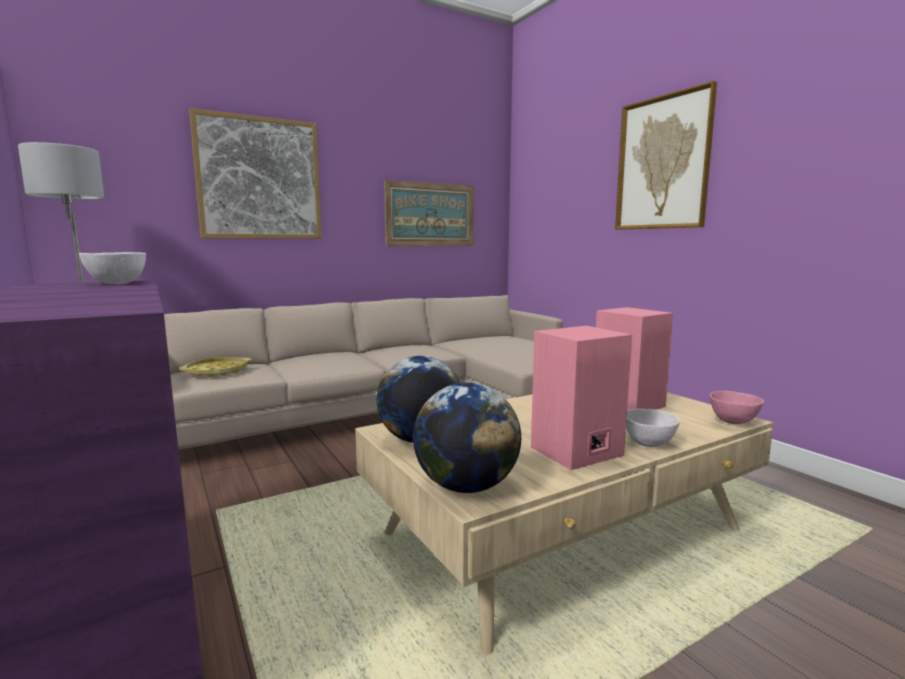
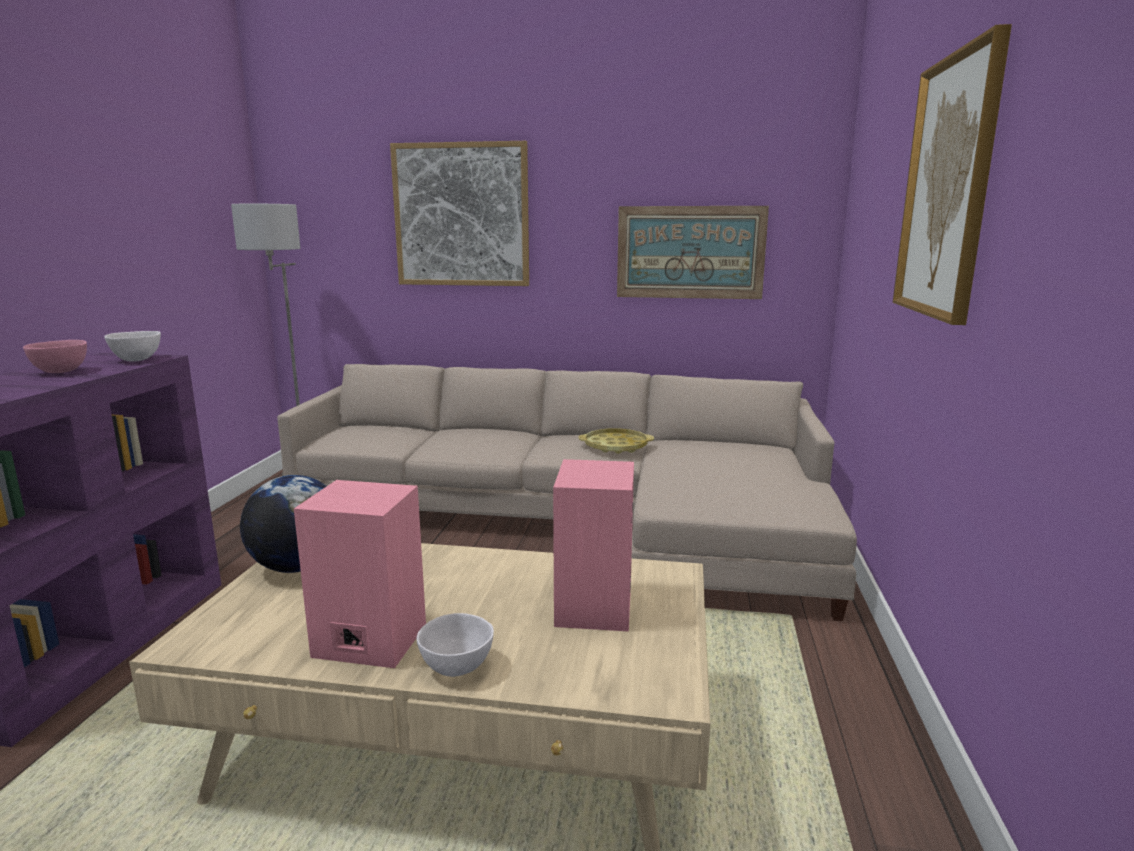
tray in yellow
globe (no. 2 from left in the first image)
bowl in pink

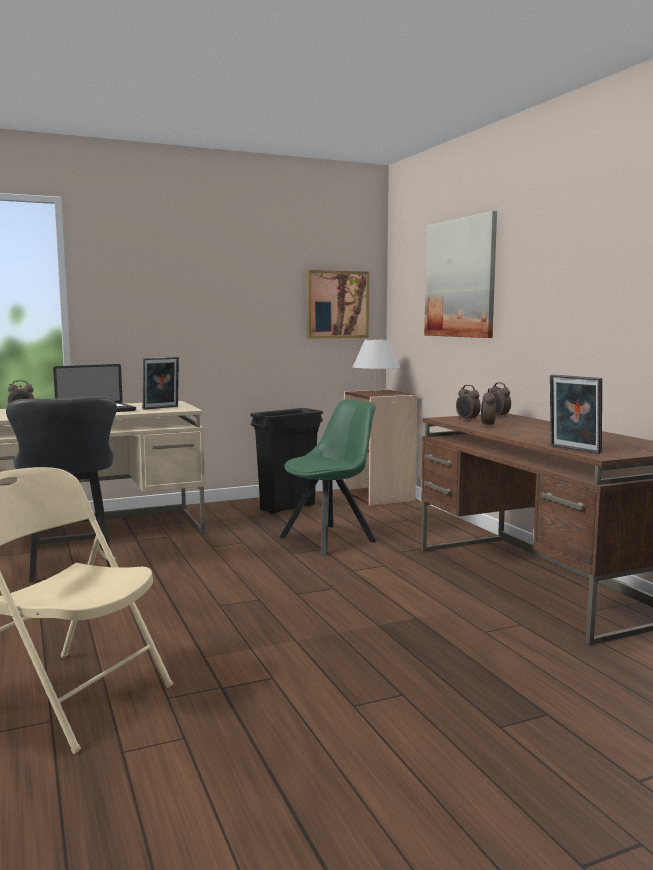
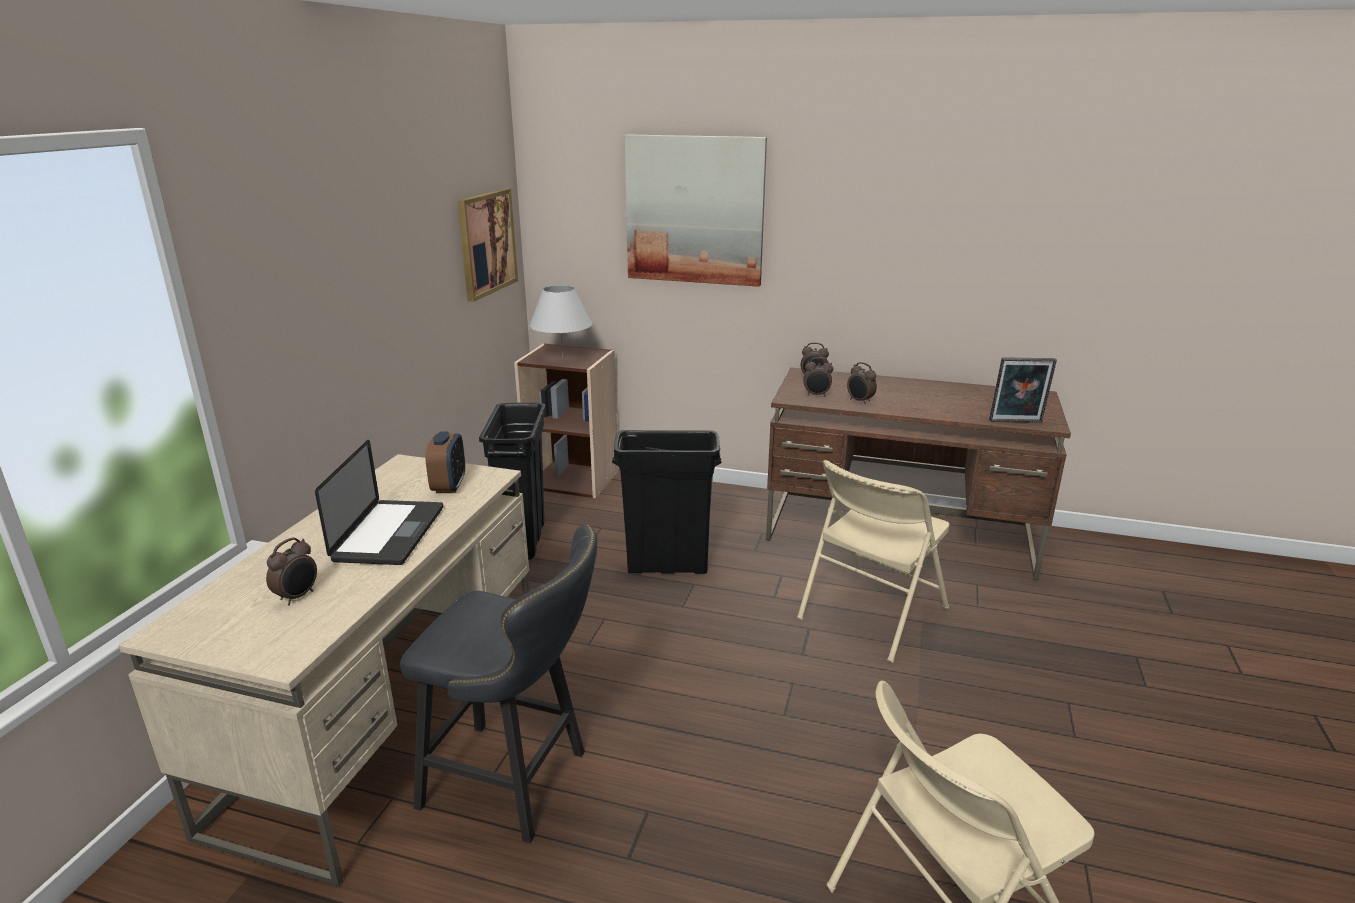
alarm clock (no. 2 from left)
trash can in black (no. 2 from left)
chair in beige (no. 1 from left)

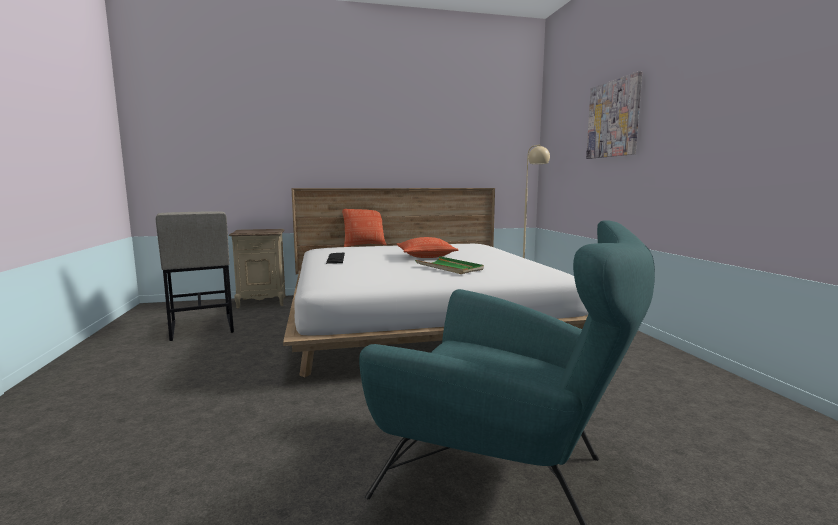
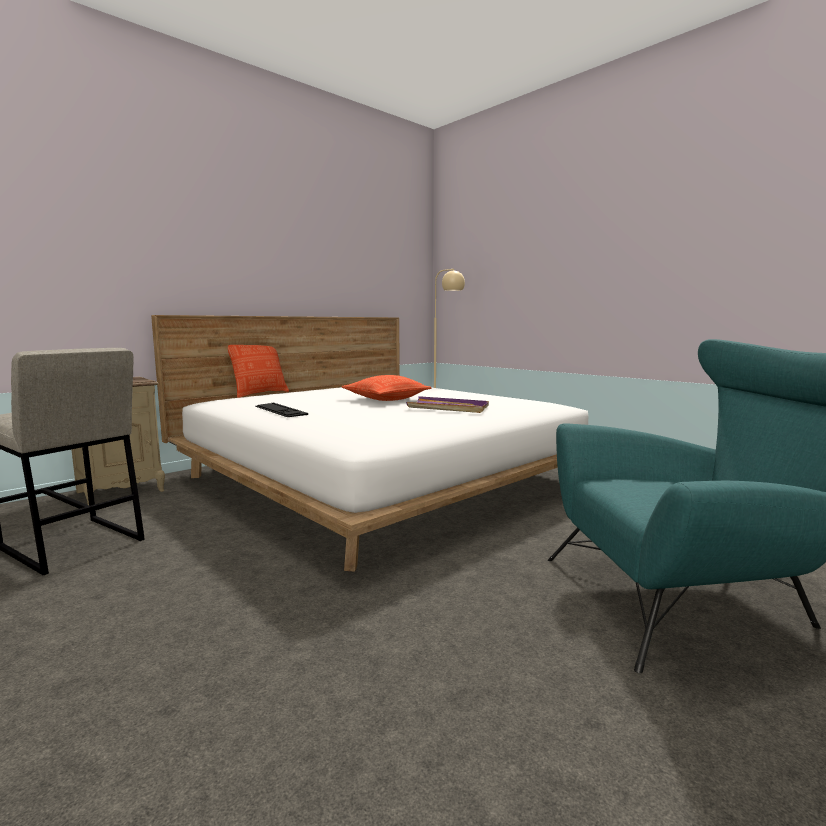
picture
tray in purple

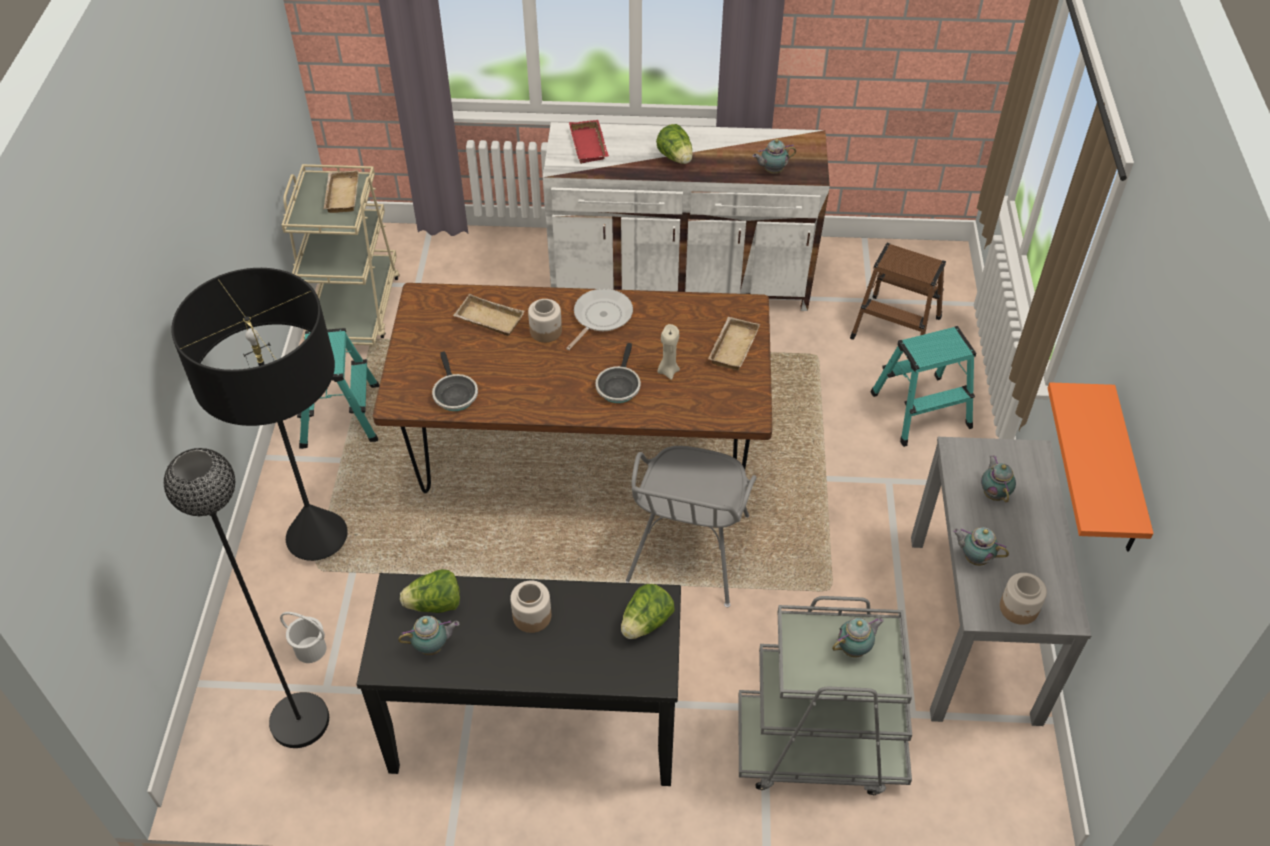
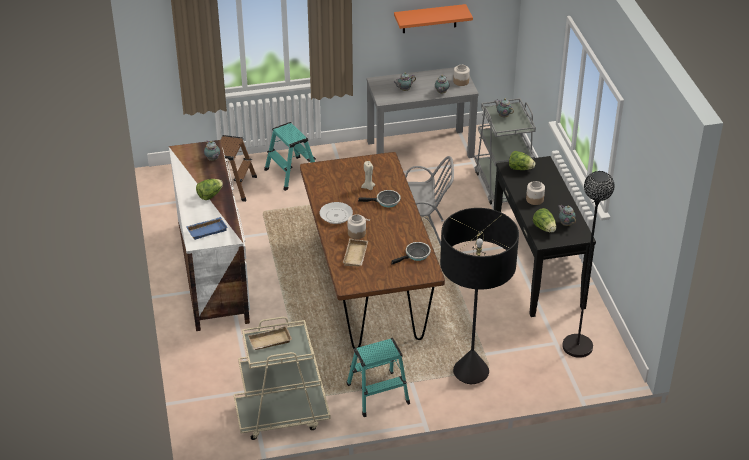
tray in blue
tray in beige (no. 3 from left in the first image)
bucket in white

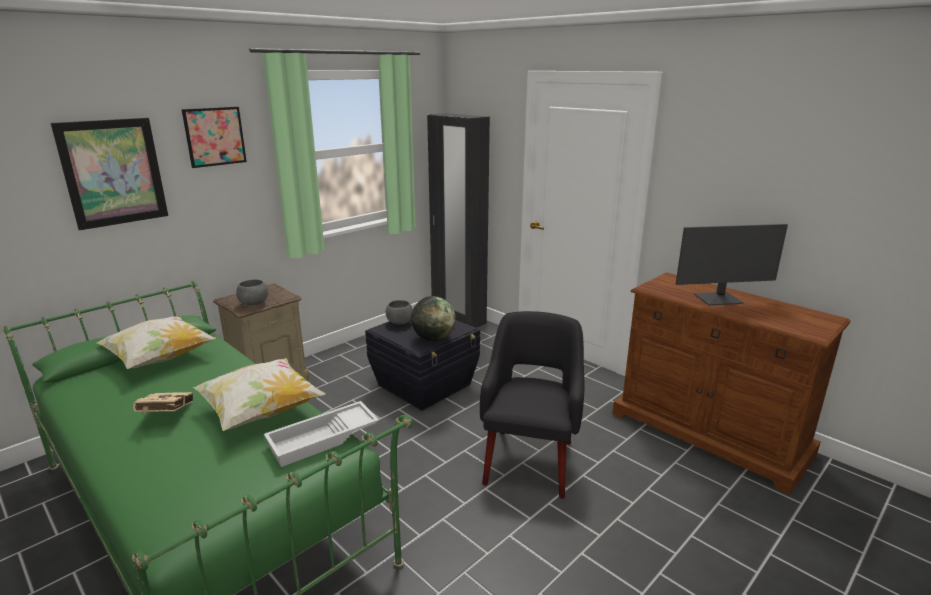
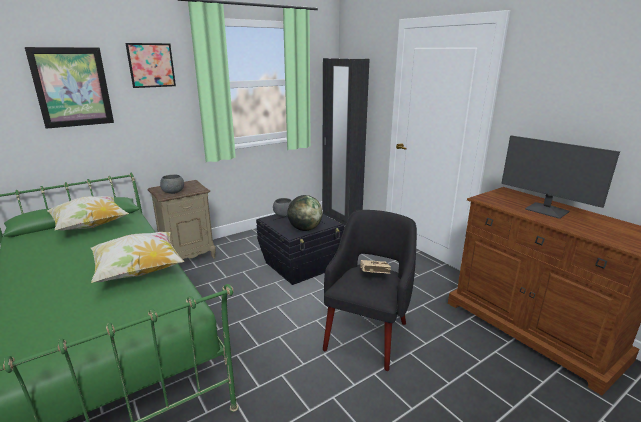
monitor
book in beige
tray in white

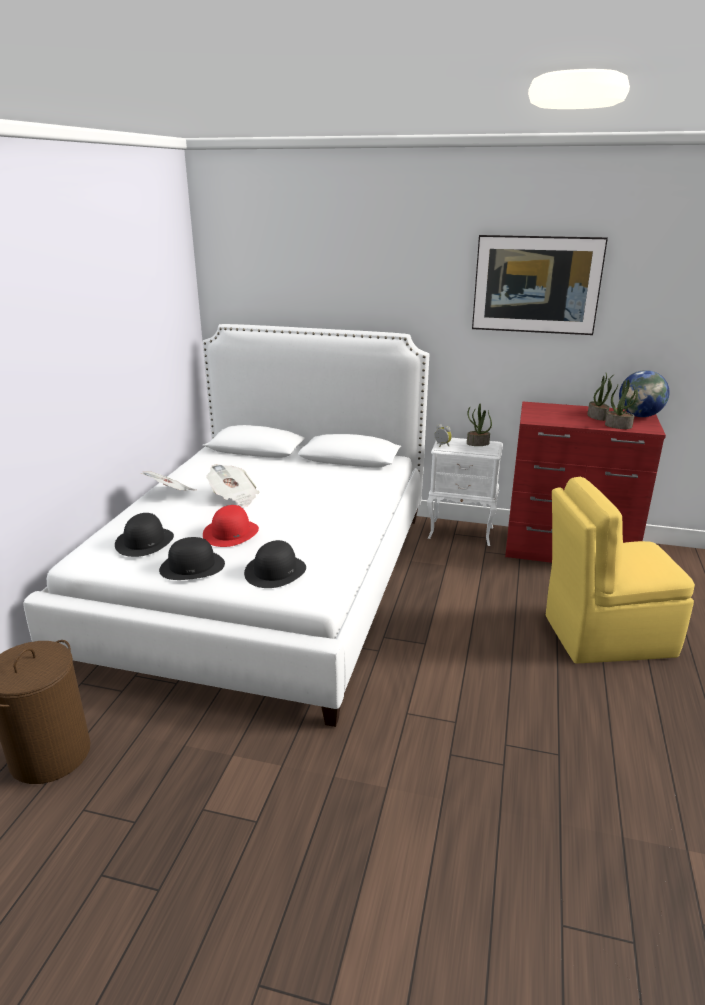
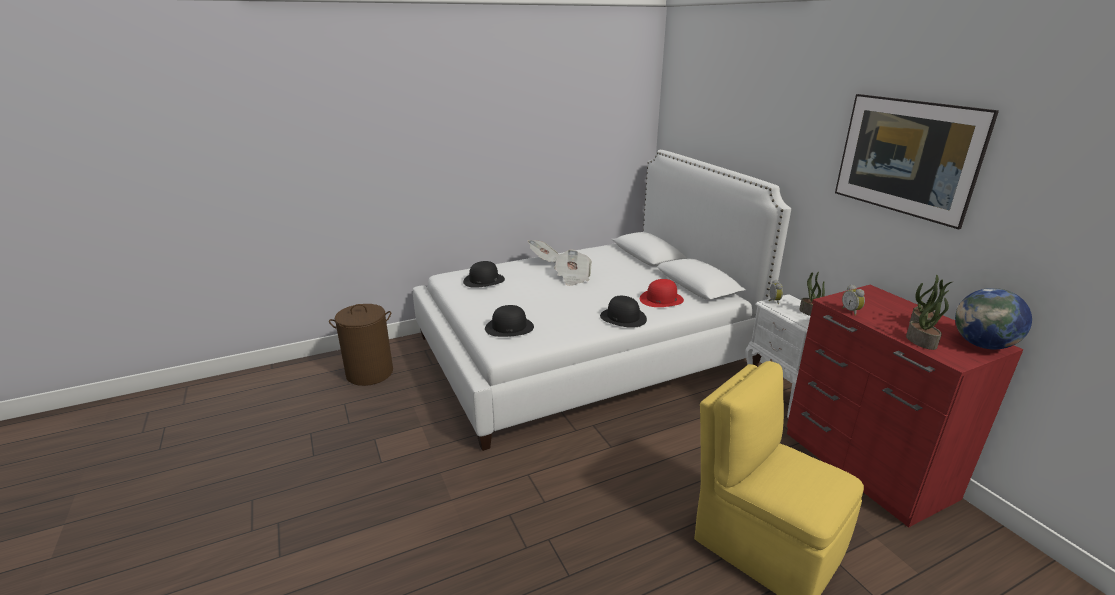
hat in red
hat in black (no. 3 from left)
alarm clock (no. 2 from left)

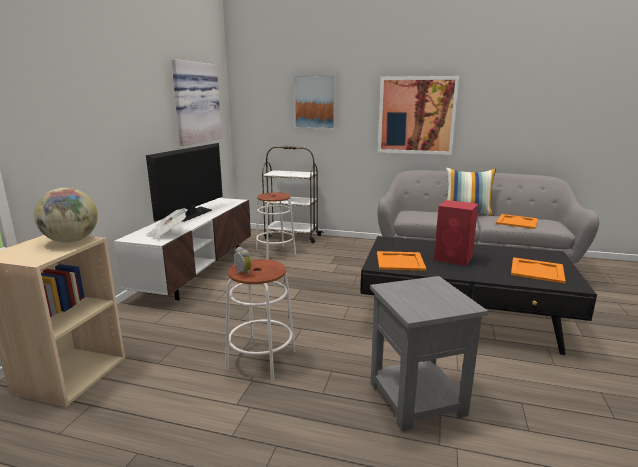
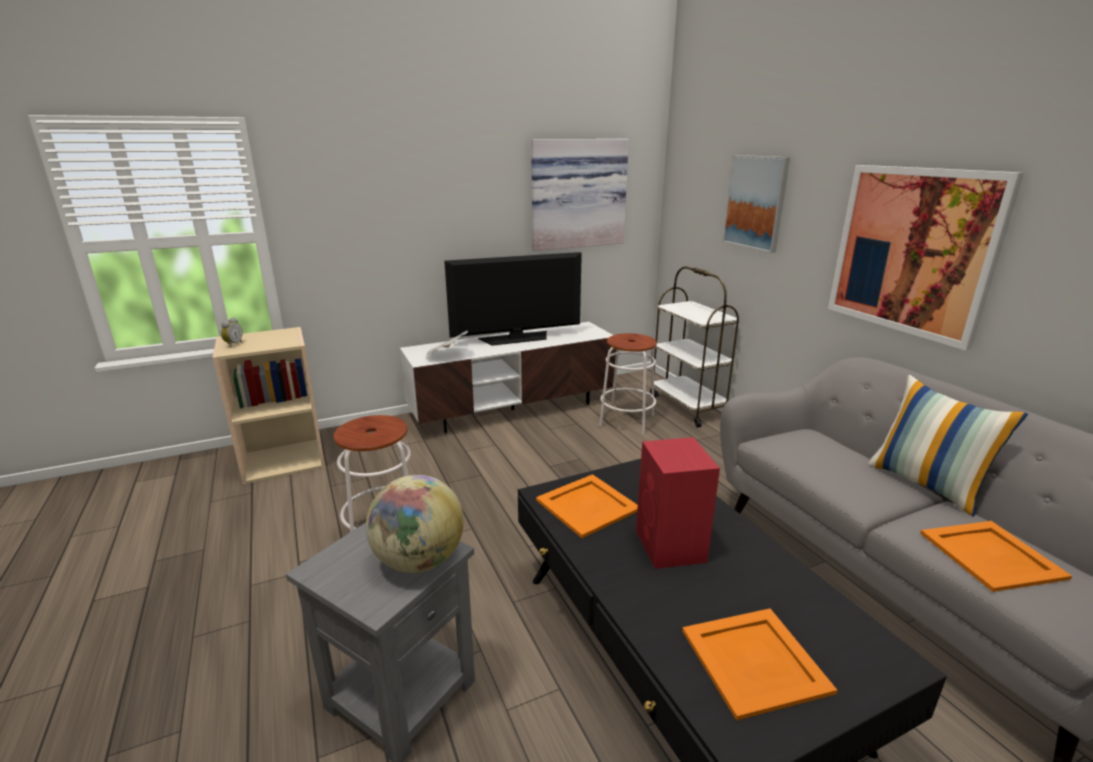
globe
alarm clock

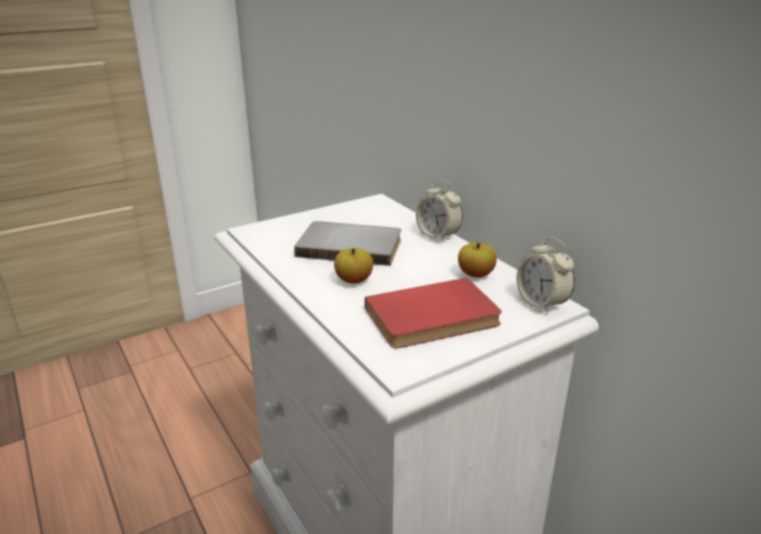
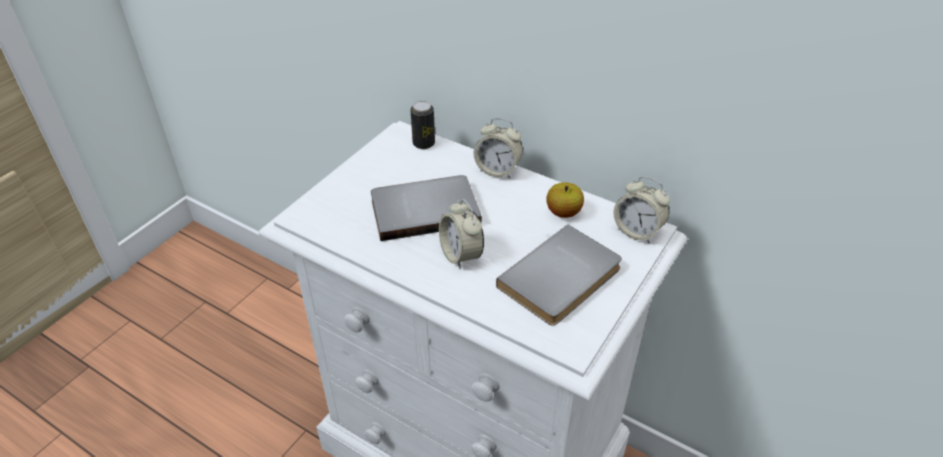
alarm clock (no. 1 from left)
book in grey (no. 2 from left)
can

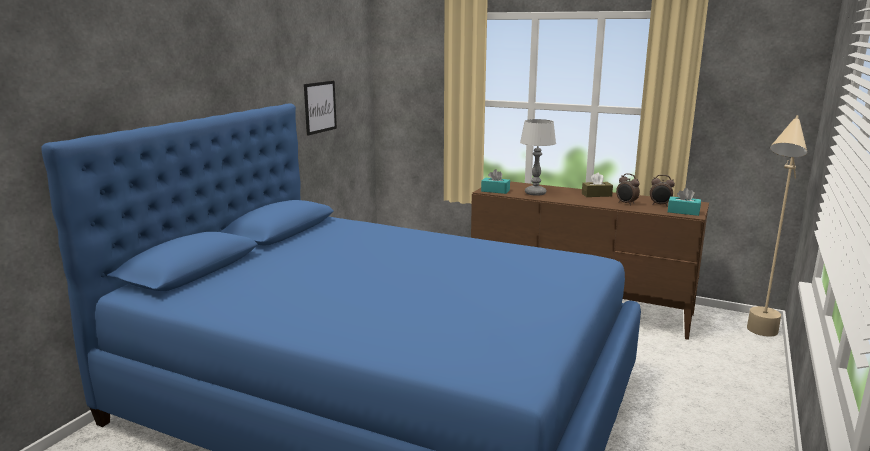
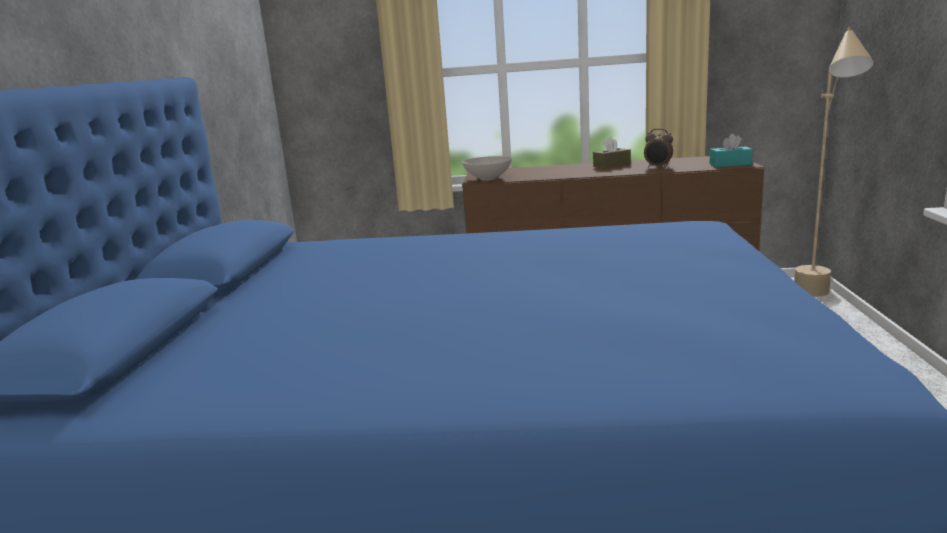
picture
table lamp
bowl in white
alarm clock (no. 2 from left in the first image)

